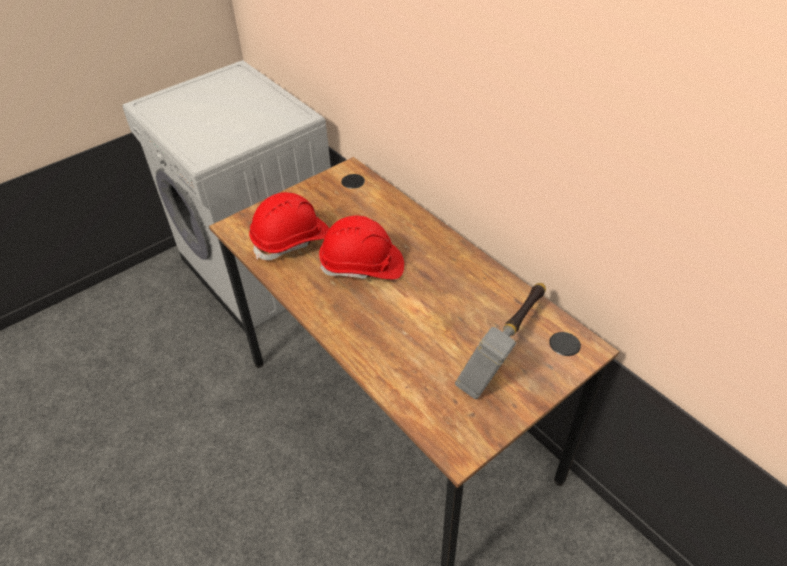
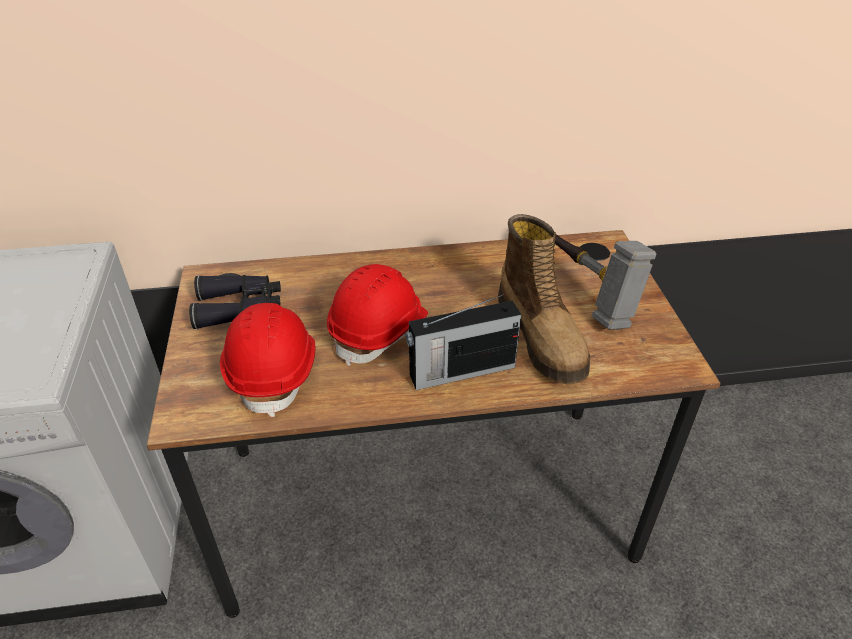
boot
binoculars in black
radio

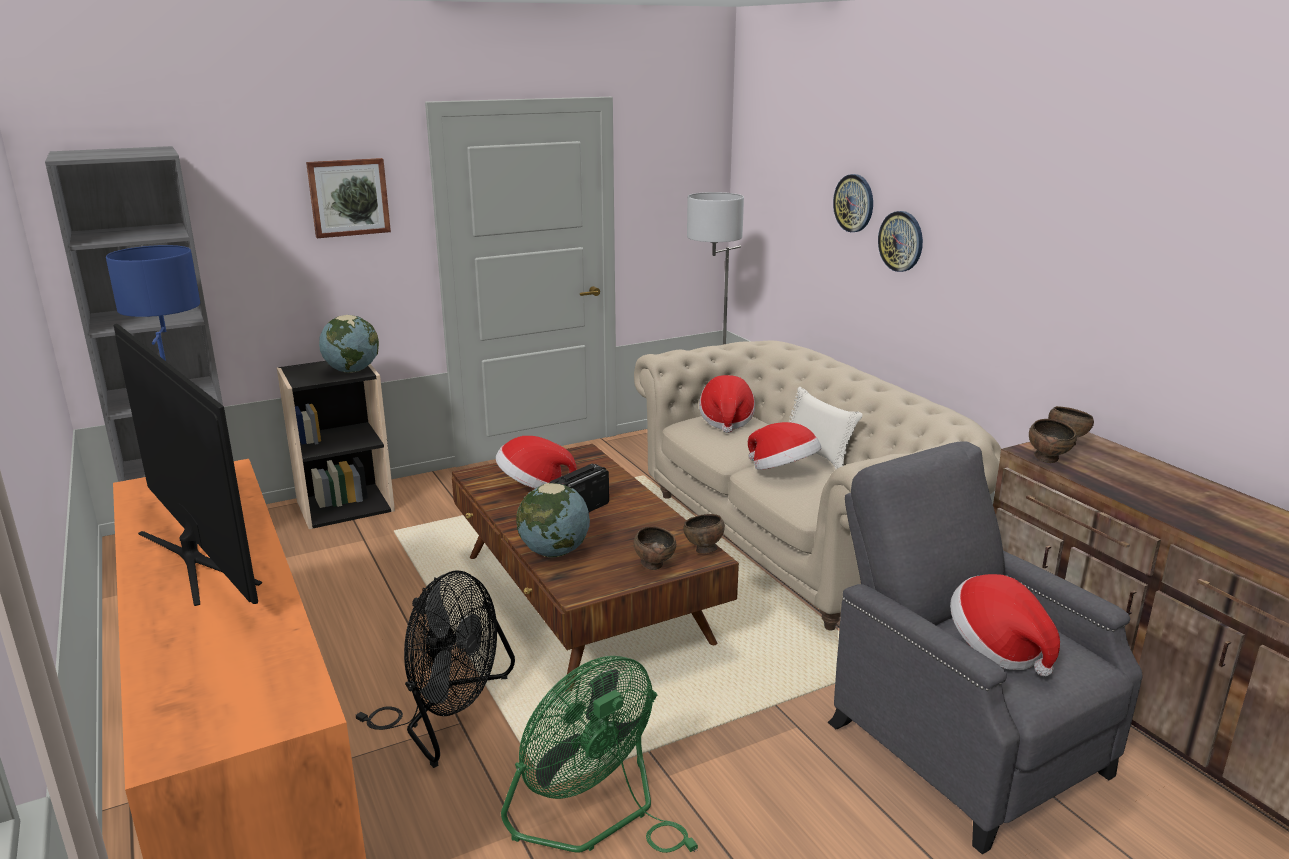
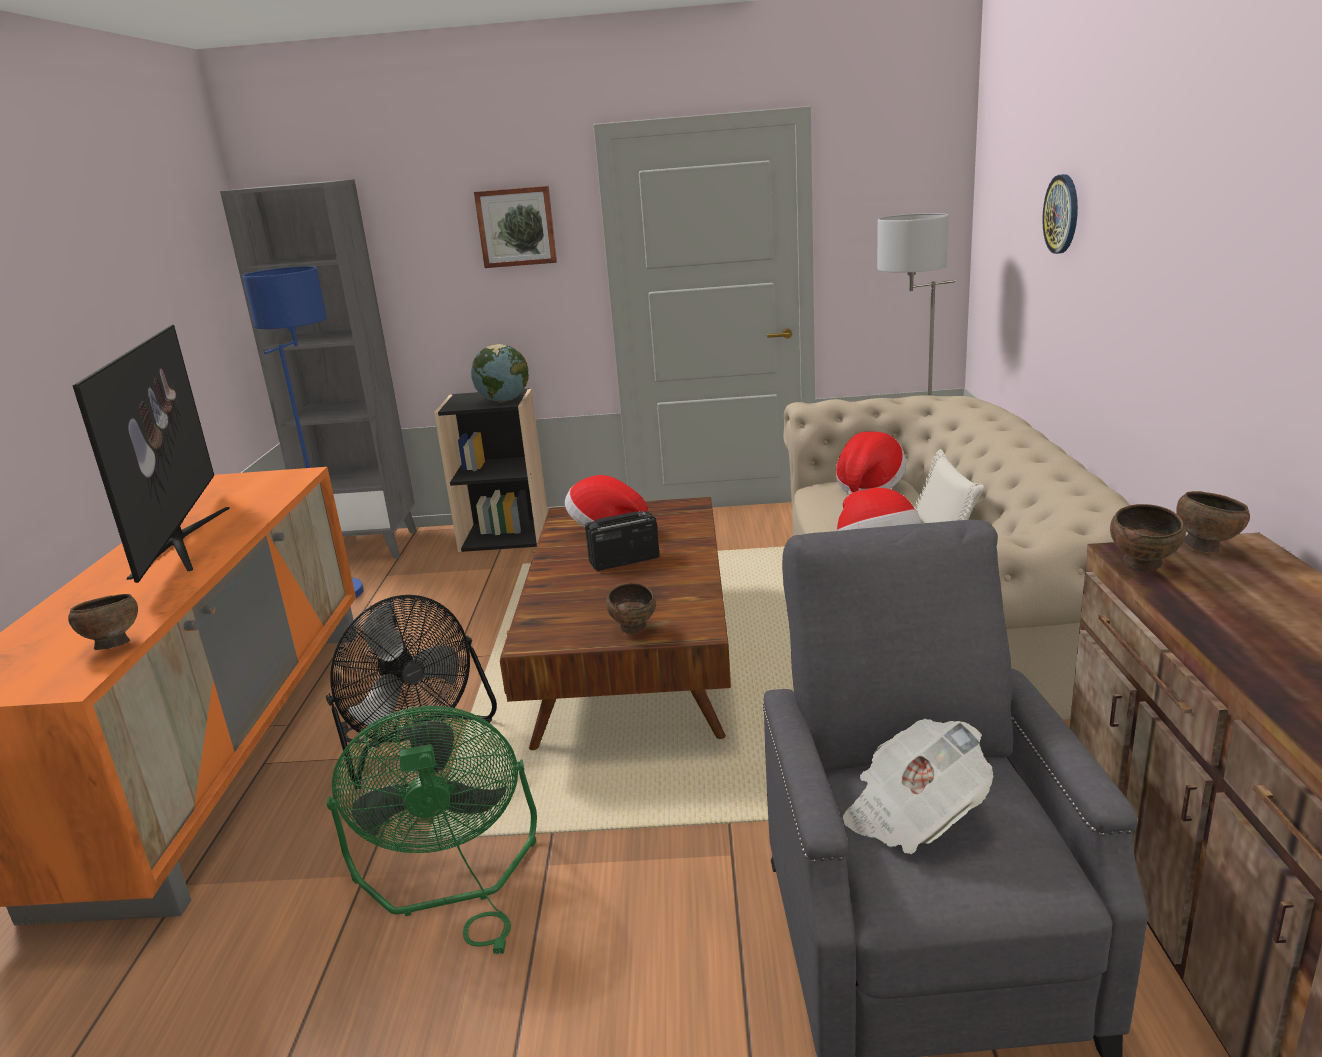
wall clock (no. 2 from left in the first image)
globe (no. 2 from left in the first image)
bowl in brown (no. 1 from left)
newspaper

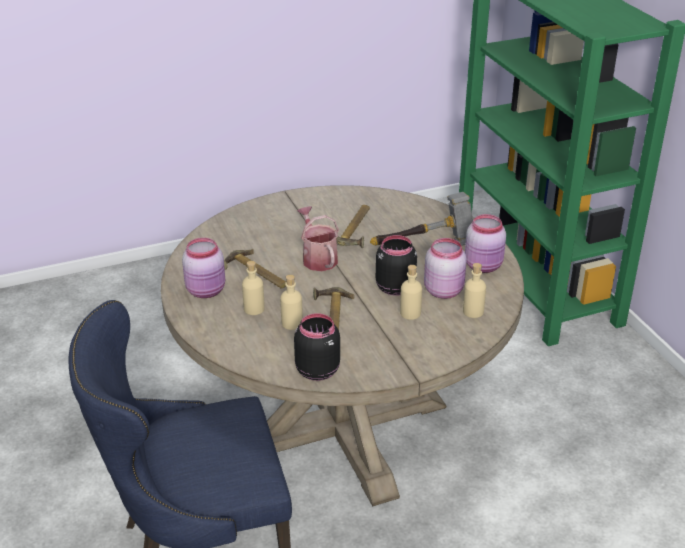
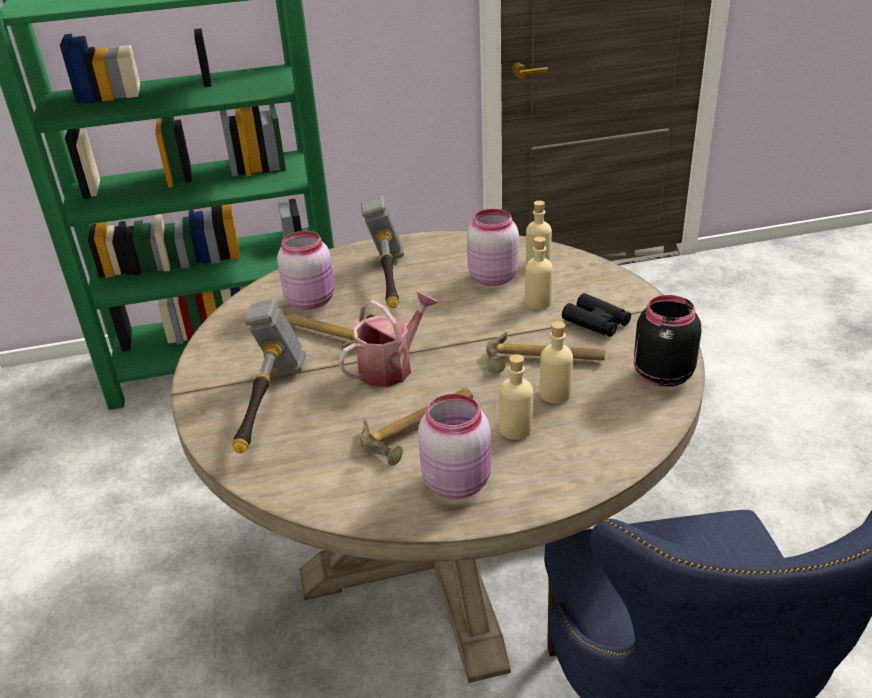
watering can
jar in pink (no. 1 from left)
jar in black (no. 2 from left in the first image)
binoculars in black
hammer (no. 1 from left)

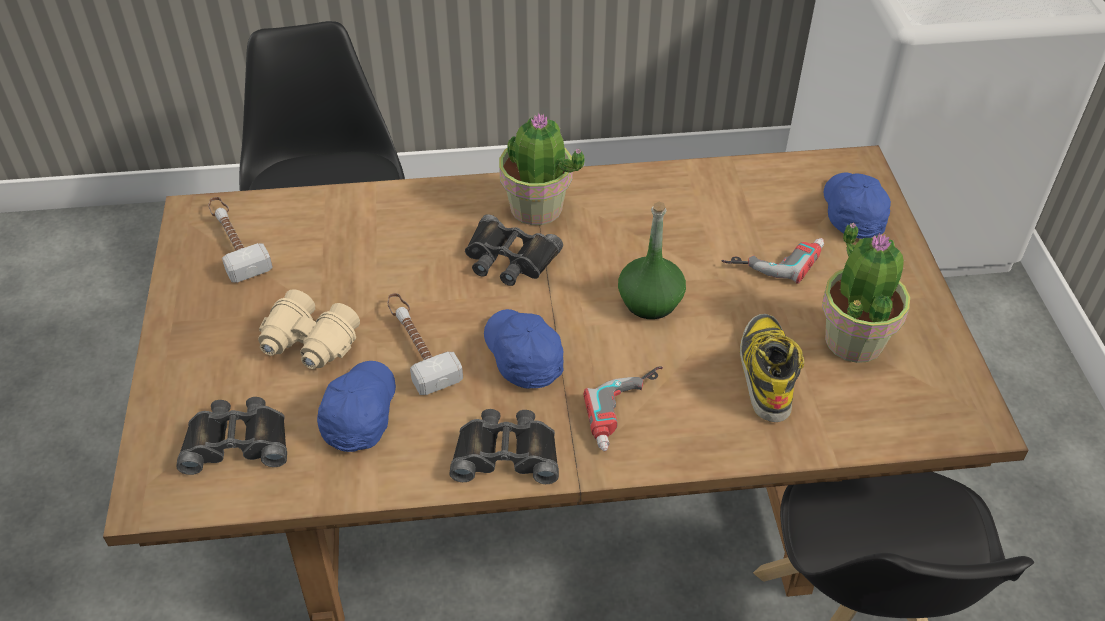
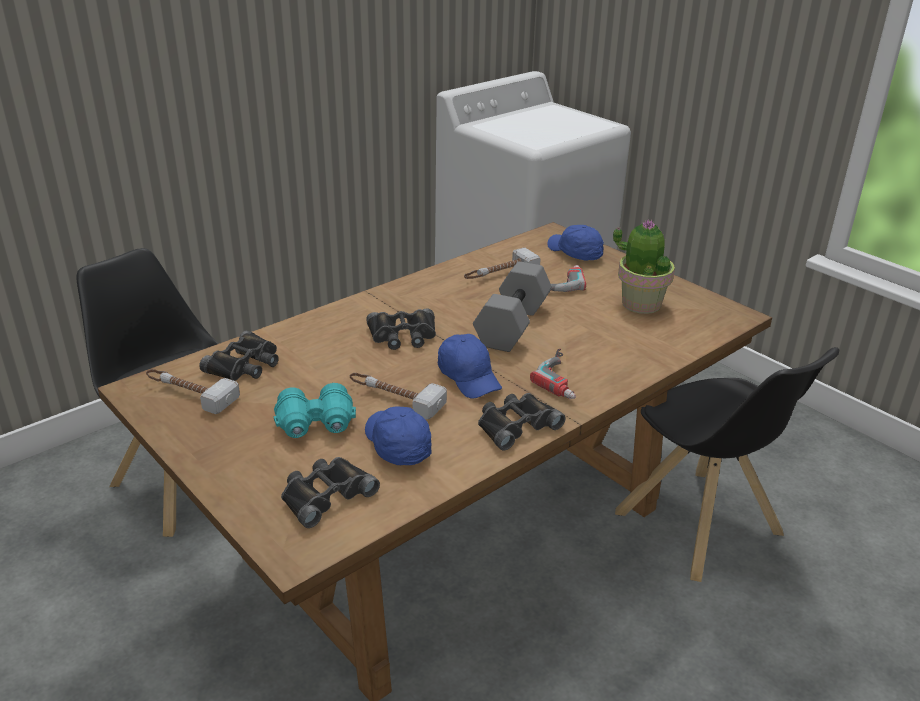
potted plant (no. 1 from left in the first image)
dumbbell in grey
binoculars in turquoise
cap in blue (no. 2 from left)
boot
hammer (no. 3 from left)
binoculars in black (no. 1 from left)

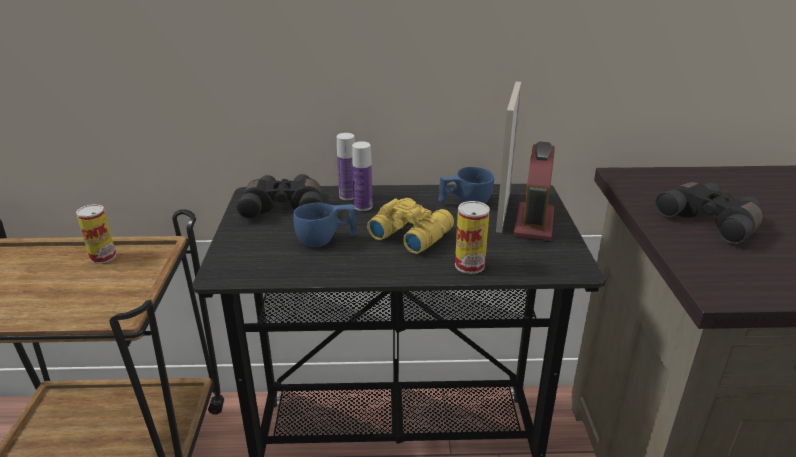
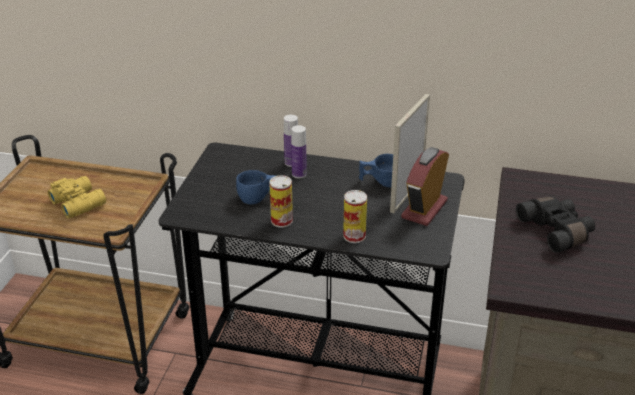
binoculars in black (no. 1 from left in the first image)
binoculars in yellow
can (no. 1 from left)

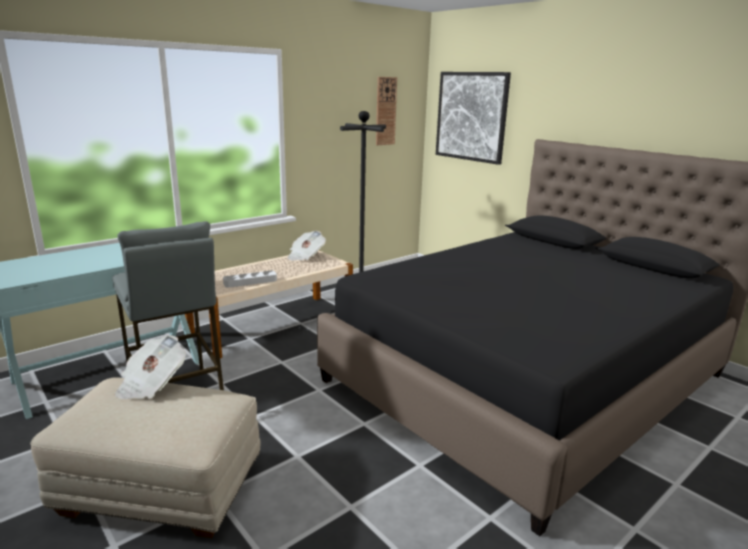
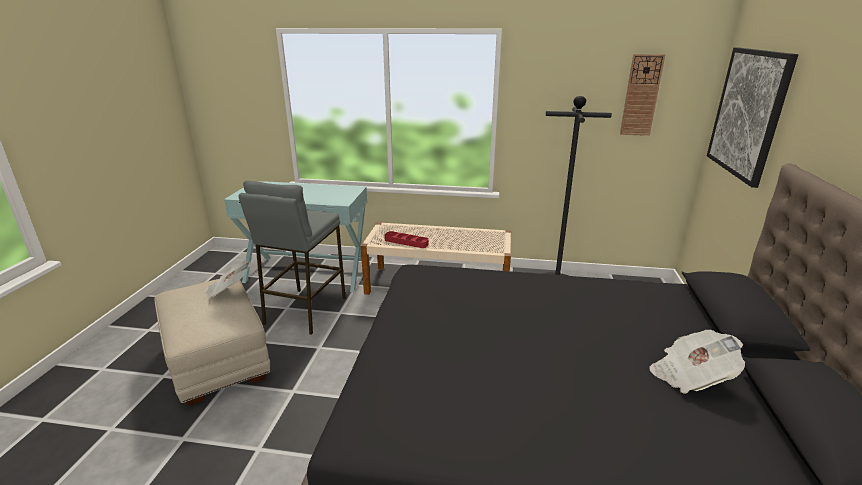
newspaper (no. 2 from left)
tray in red

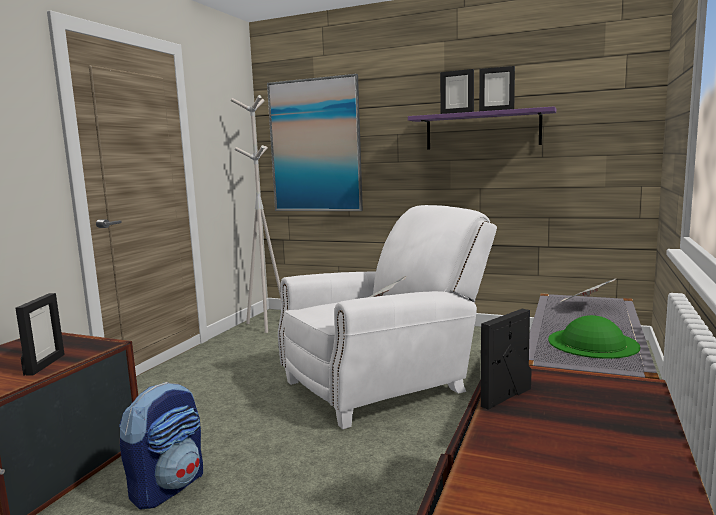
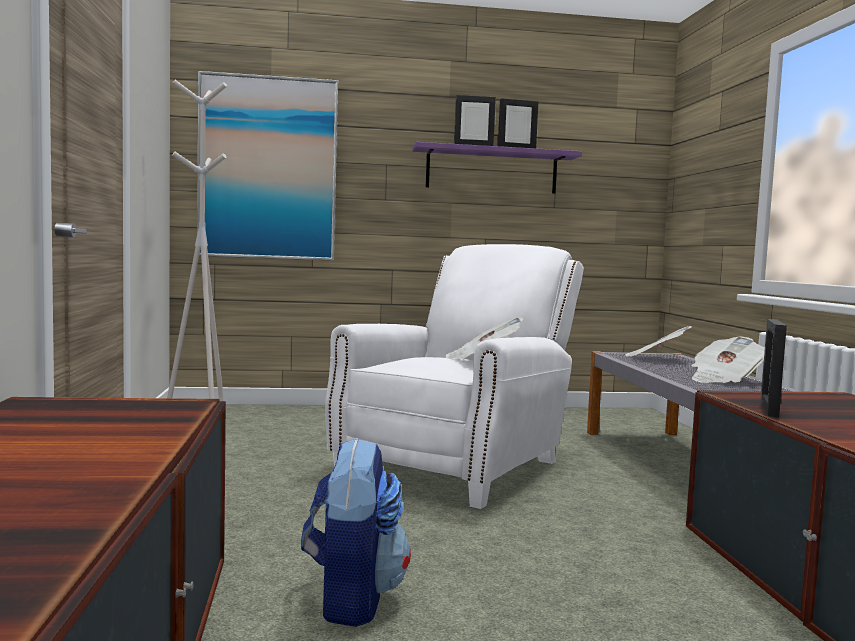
picture frame (no. 1 from left in the first image)
newspaper (no. 3 from left)

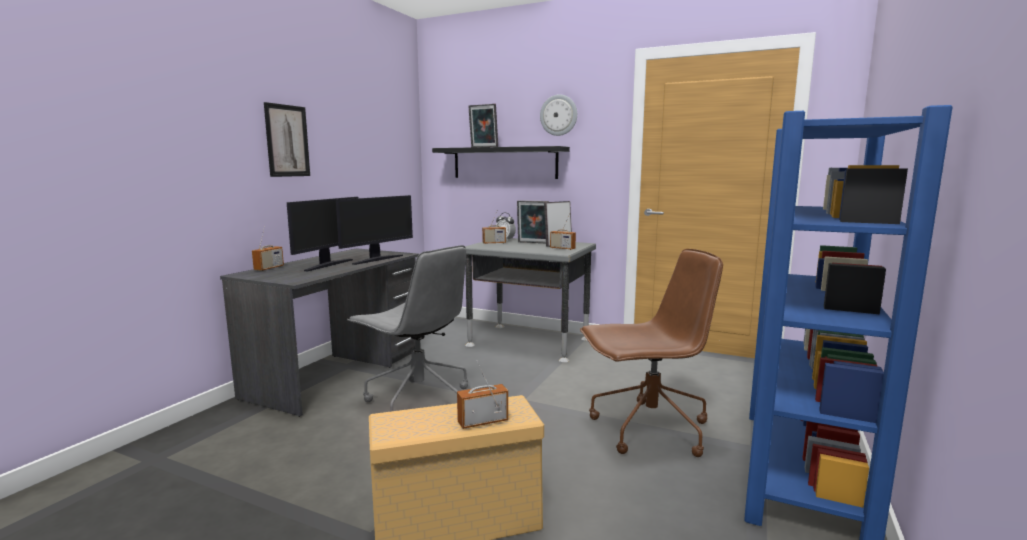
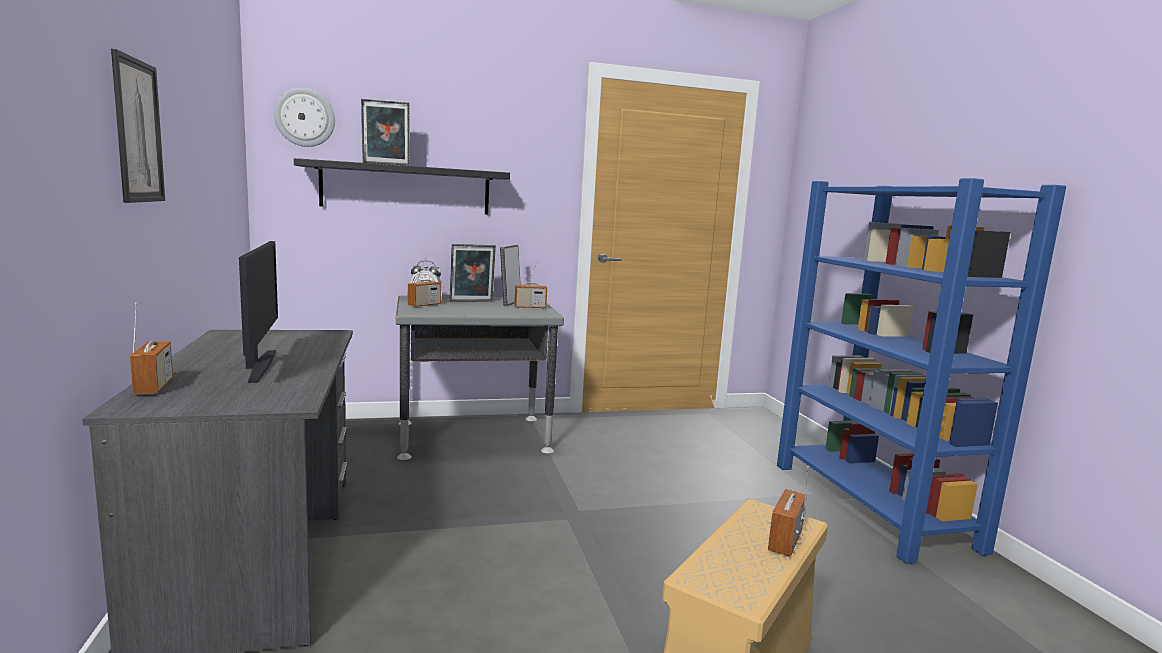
wall clock
monitor (no. 2 from left in the first image)
office chair in grey
office chair in brown

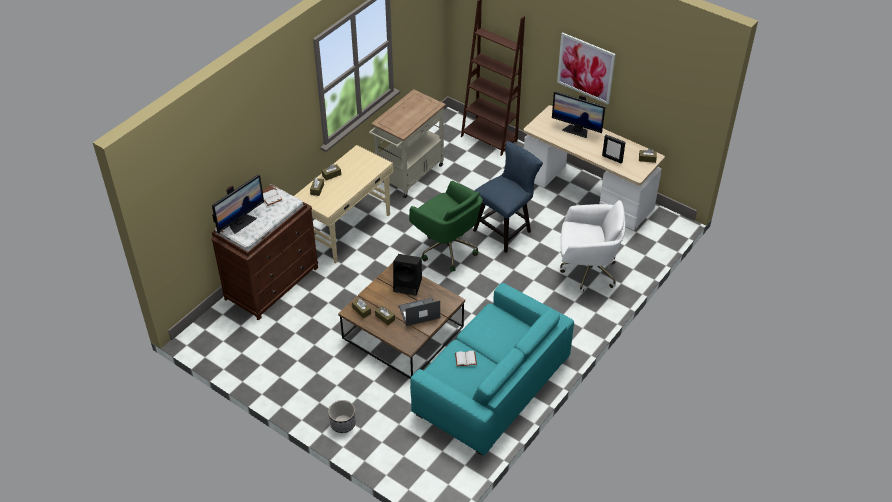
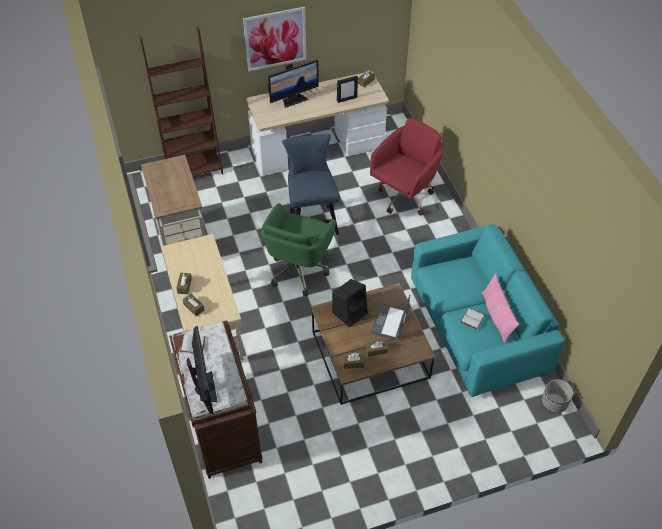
office chair in green
office chair in red
planter
pillow in pink

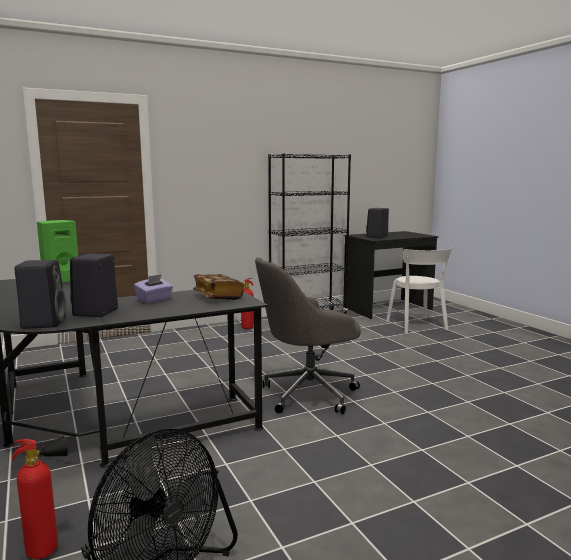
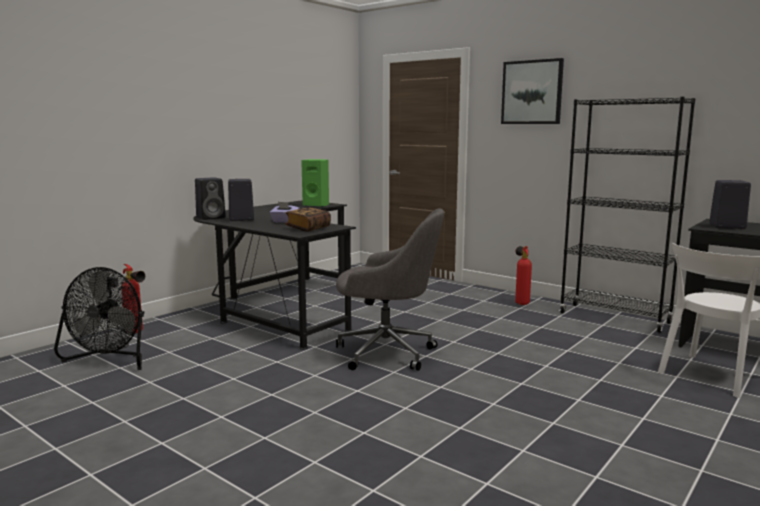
office chair in grey
picture

